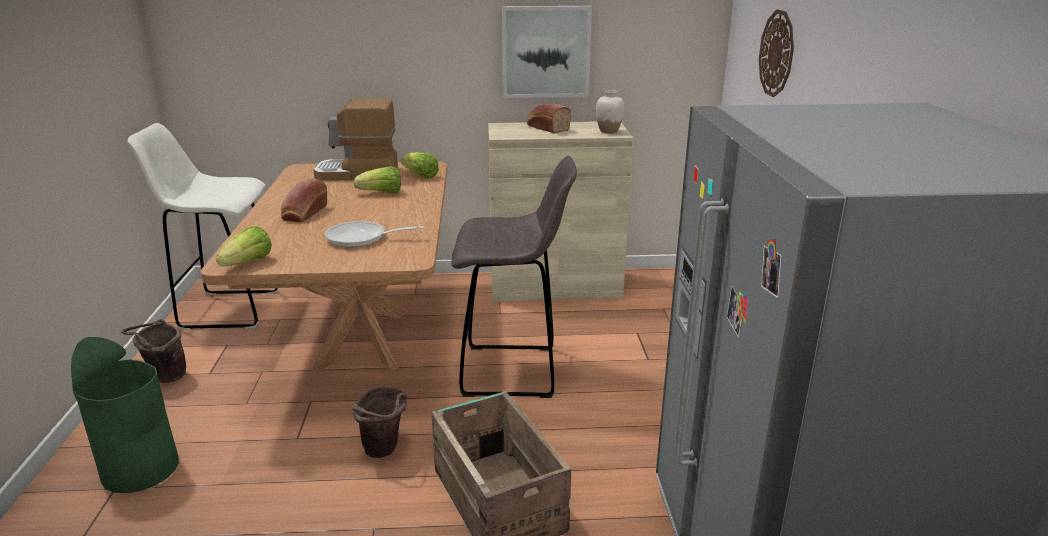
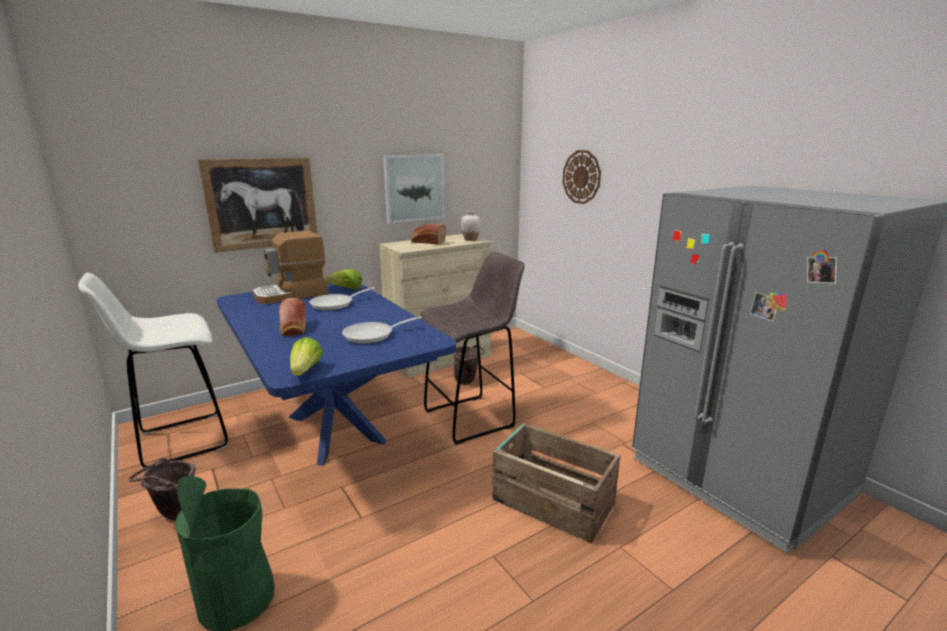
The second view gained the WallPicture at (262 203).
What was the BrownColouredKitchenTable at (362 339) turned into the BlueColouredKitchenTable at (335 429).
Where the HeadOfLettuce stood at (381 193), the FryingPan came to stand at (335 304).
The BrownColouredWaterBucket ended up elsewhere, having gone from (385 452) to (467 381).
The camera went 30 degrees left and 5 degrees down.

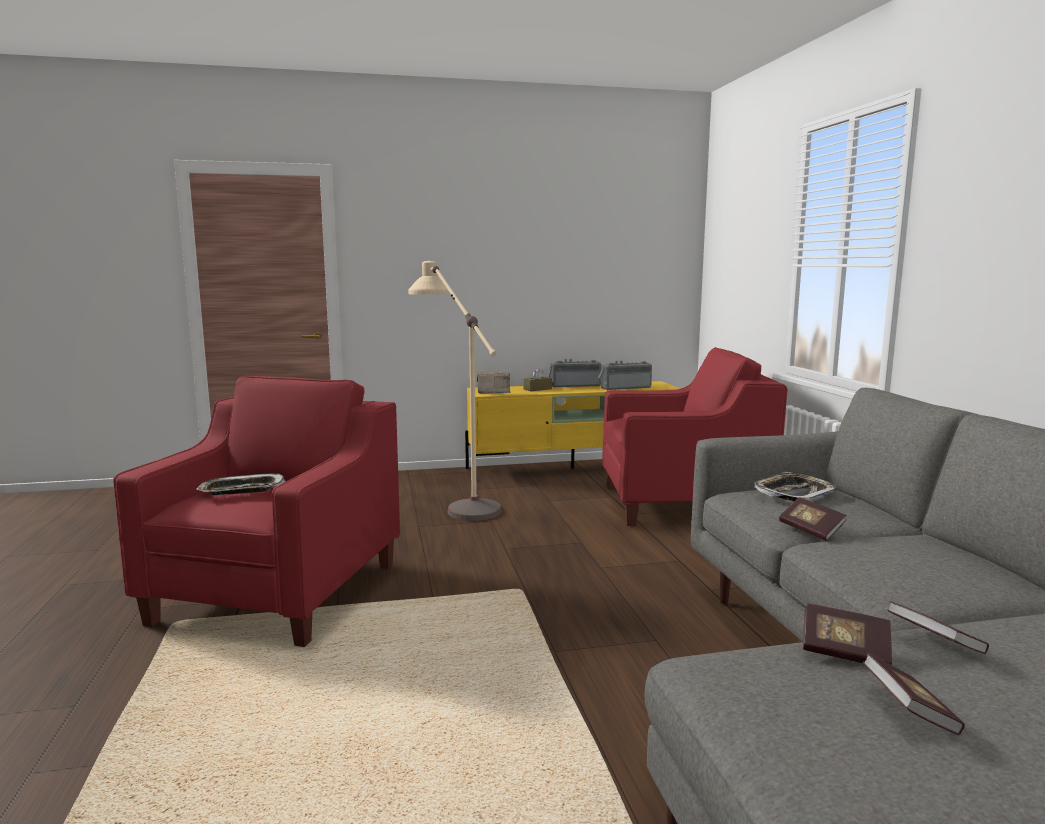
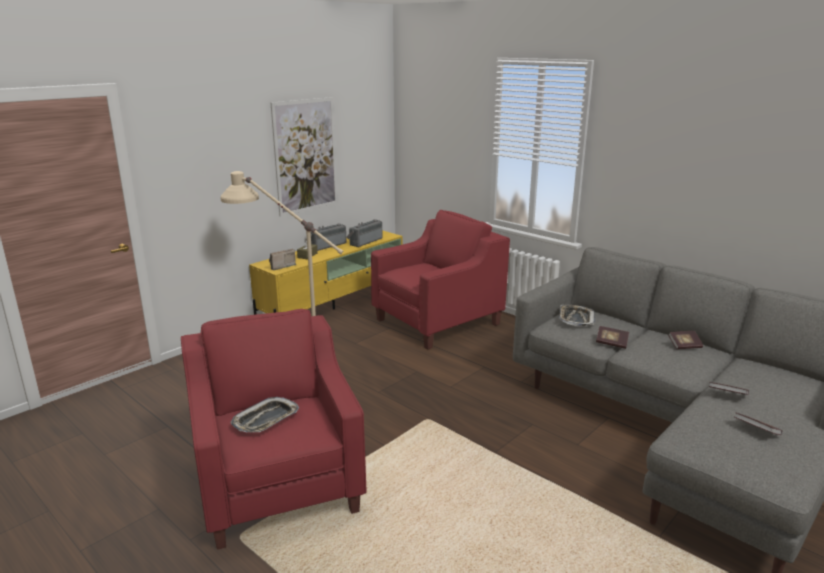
The second view gained the WallPicture at (305 156).
The Volume ended up elsewhere, having gone from (844 652) to (684 346).
The camera went 35 degrees left and 10 degrees up.

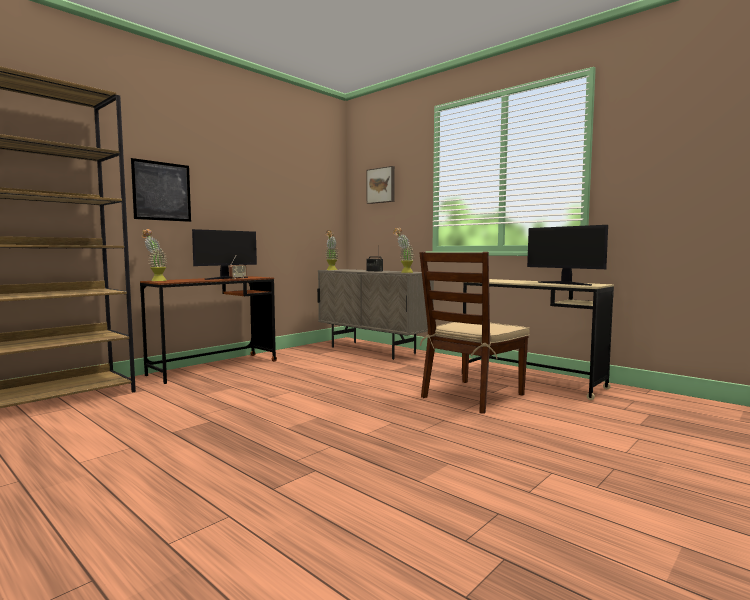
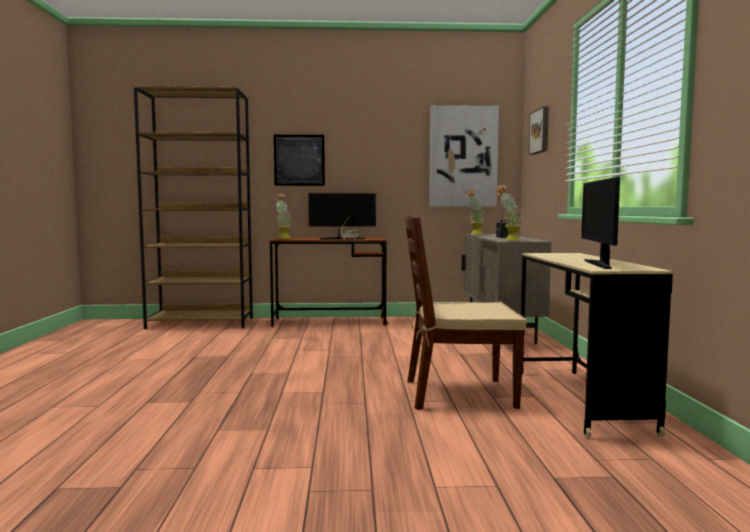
The second view gained the WallPicture at (463 156).
The camera went 45 degrees right and 0 degrees up.

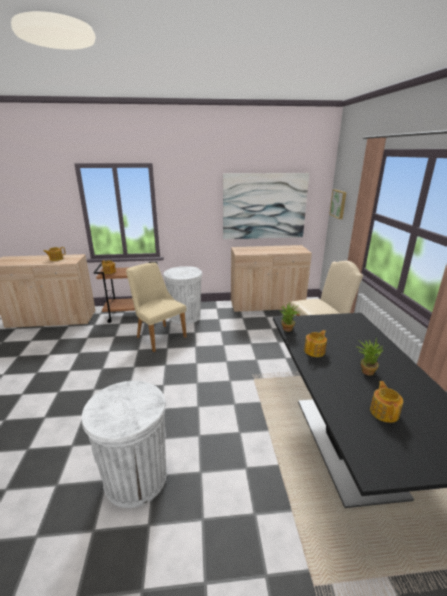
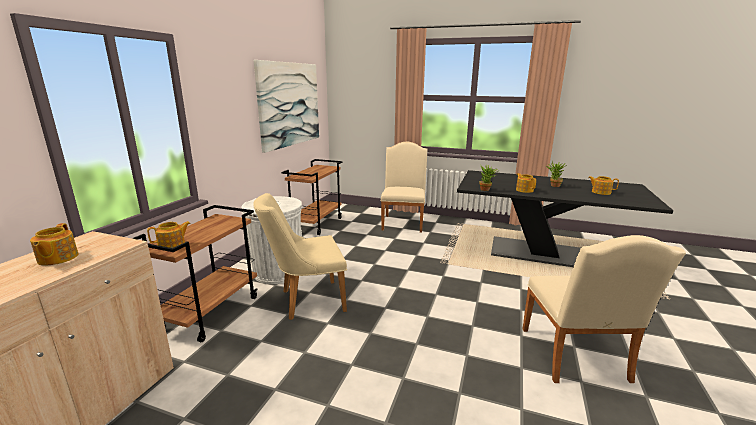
Where the BeigeColouredCupboard stood at (267 305), the BrownColouredCart came to stand at (316 224).
Where the WhiteColouredTrashCan stood at (135 477), the BeigeColouredChair came to stand at (576 358).
The second view lost the WallPicture at (338 204).
The camera went 65 degrees left and 5 degrees down.

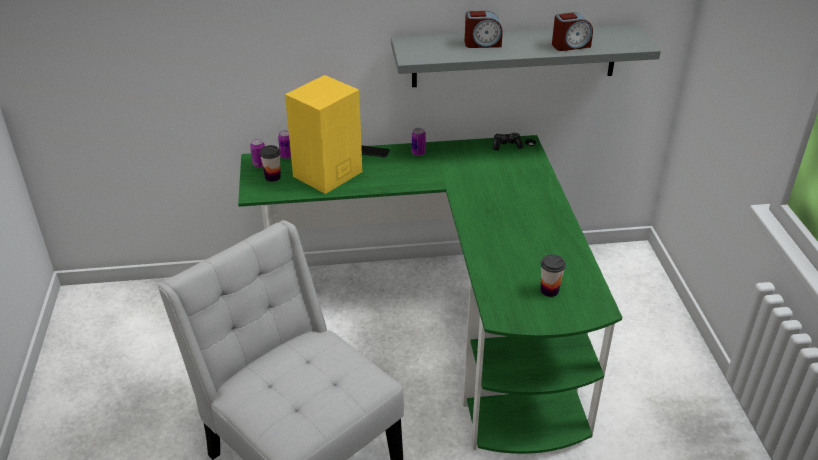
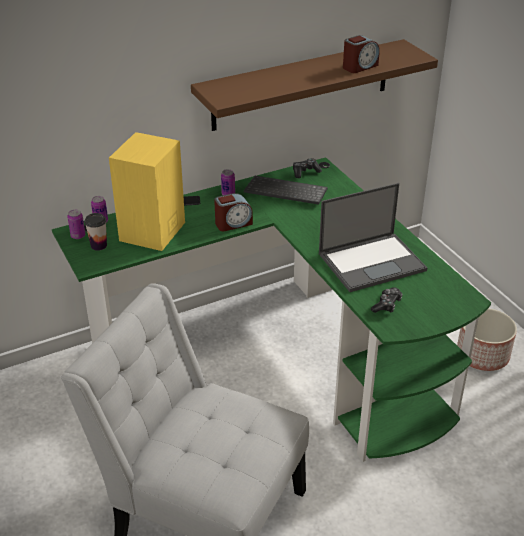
What was the GrayShelf at (514 56) turned into the BrownColouredShelf at (302 85).
The AlarmClock ended up elsewhere, having gone from (482 43) to (233 223).
The second view gained the PcKeyboard at (284 193).
The second view gained the Laptop at (372 261).
The second view gained the Joypad at (387 305).
The second view gained the Planter at (483 355).
The second view lost the Cup at (549 290).
The camera went 20 degrees left and 0 degrees up.

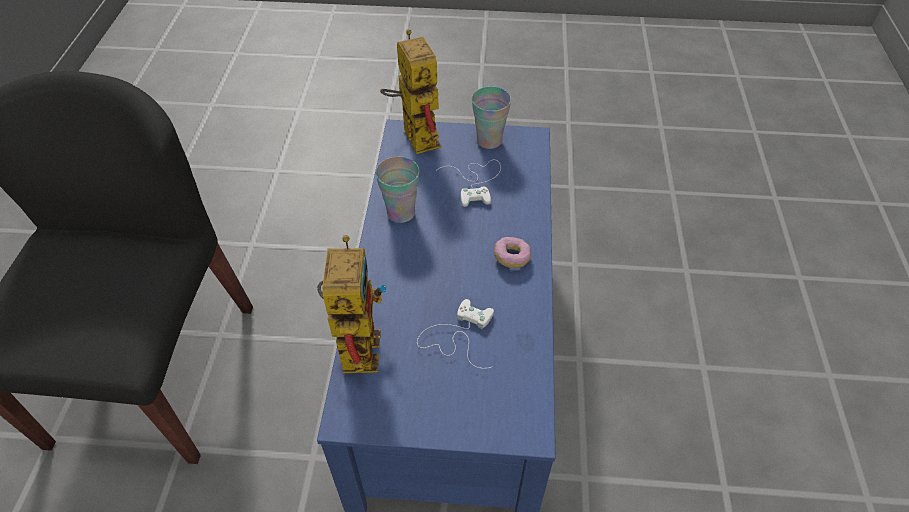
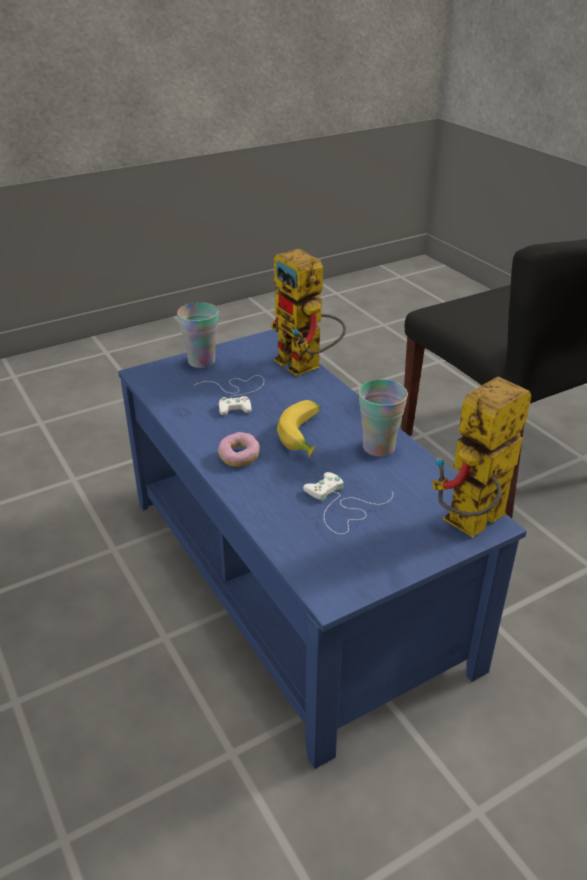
The Cup ended up elsewhere, having gone from (489 140) to (201 361).
The second view gained the WholeBanana at (306 437).
The ModelRobot at (414 134) ended up facing another way, 105 degrees clockwise from before.
The camera went 145 degrees right and 15 degrees down.

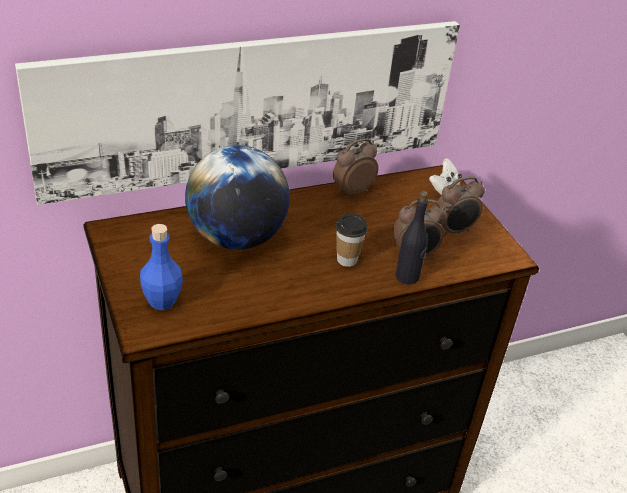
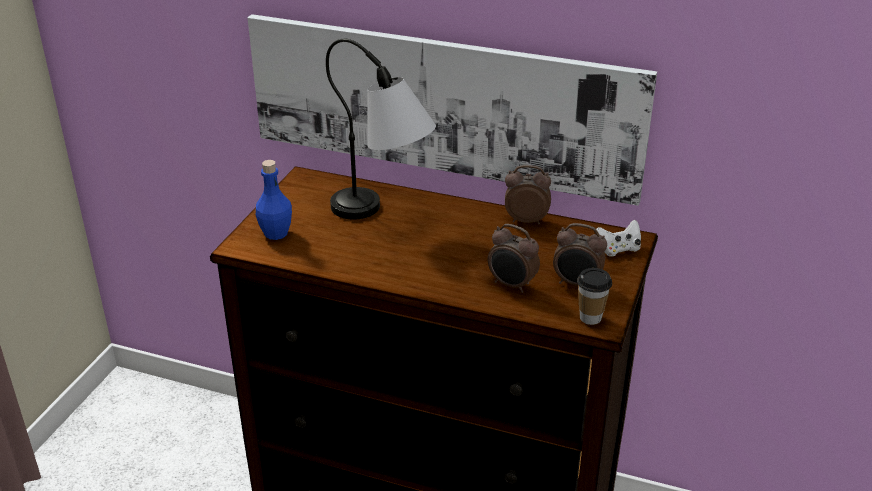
Where the DeskGlobe stood at (236 238), the TableLamp came to stand at (383 216).
The Cup ended up elsewhere, having gone from (347 260) to (590 318).
The second view lost the BlackColouredBeverageBottle at (407 277).
The camera went 45 degrees right and 5 degrees down.

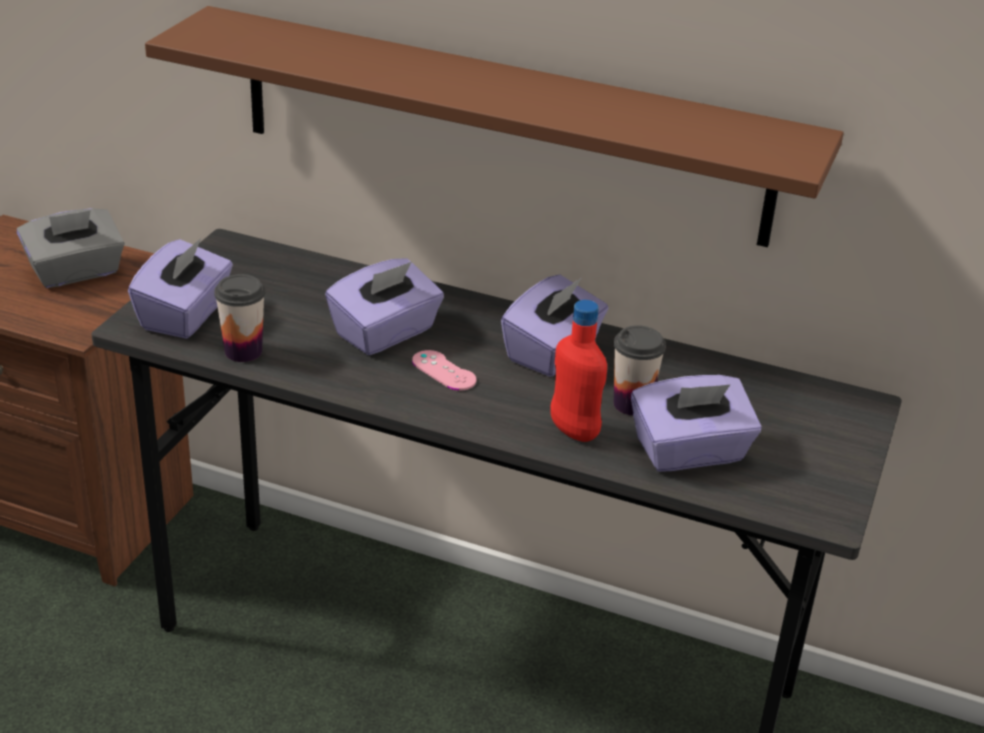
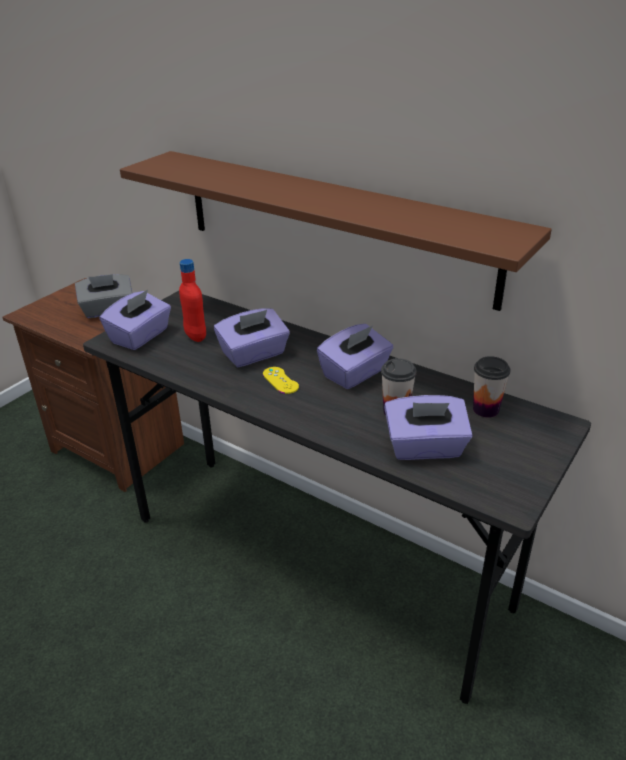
The RedColouredBeverageBottle ended up elsewhere, having gone from (574 431) to (195 336).
What was the PinkJoypad at (444 371) turned into the YellowishJoypad at (280 380).
The Cup ended up elsewhere, having gone from (243 351) to (485 409).
The camera went 15 degrees right and 0 degrees up.

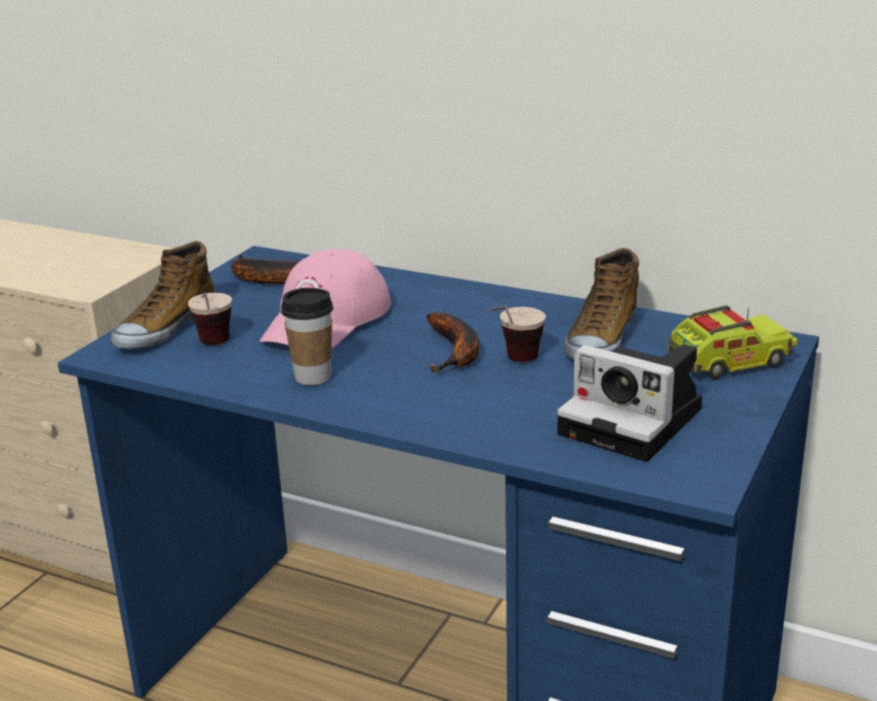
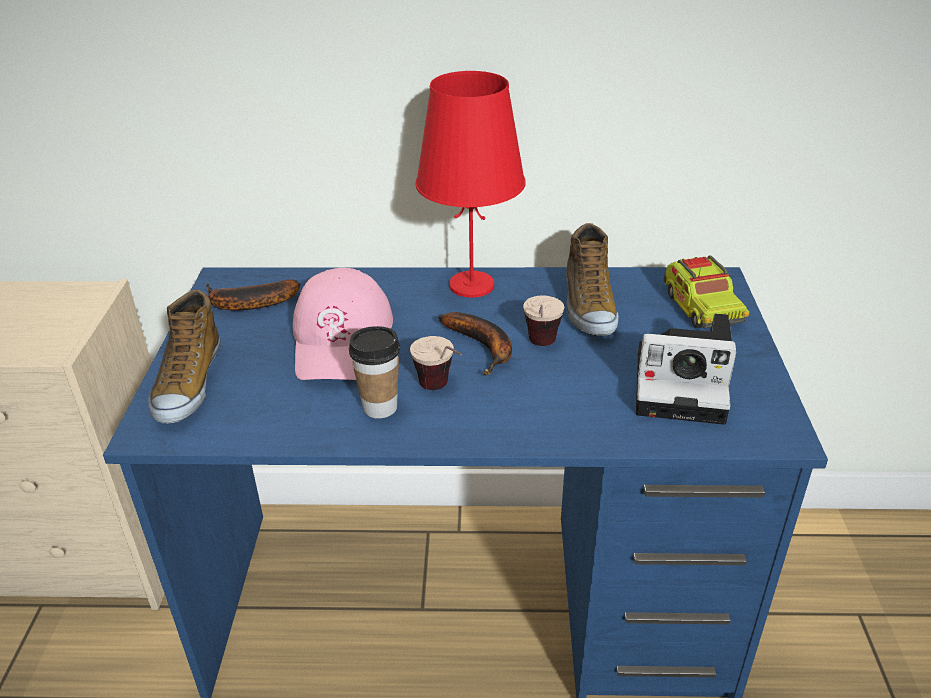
The Cup ended up elsewhere, having gone from (213 347) to (442 391).
The second view gained the RedColouredTableLamp at (471 285).
The ToyTruck at (729 362) ended up facing another way, 120 degrees clockwise from before.
The camera went 25 degrees left and 10 degrees up.

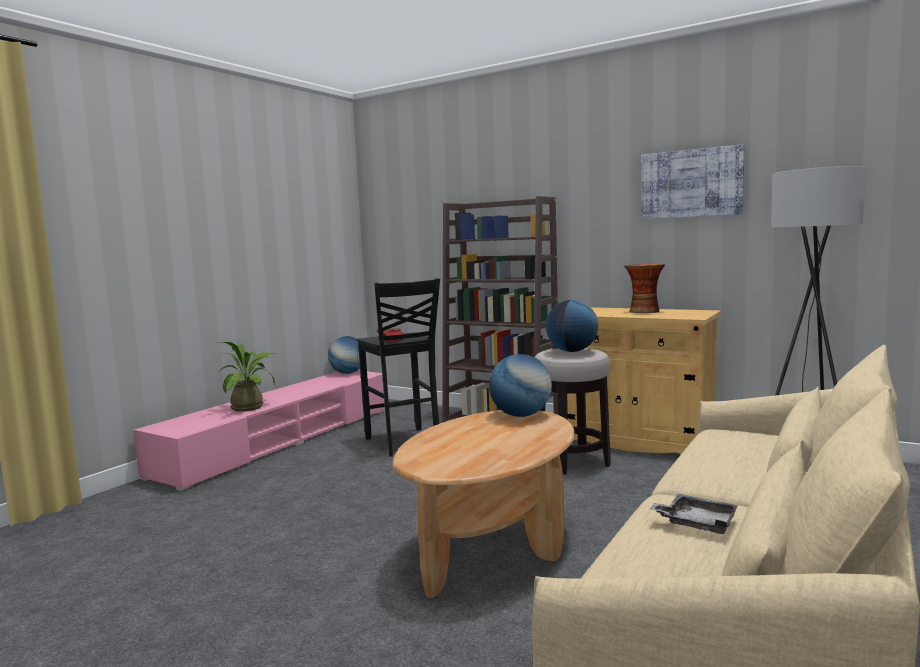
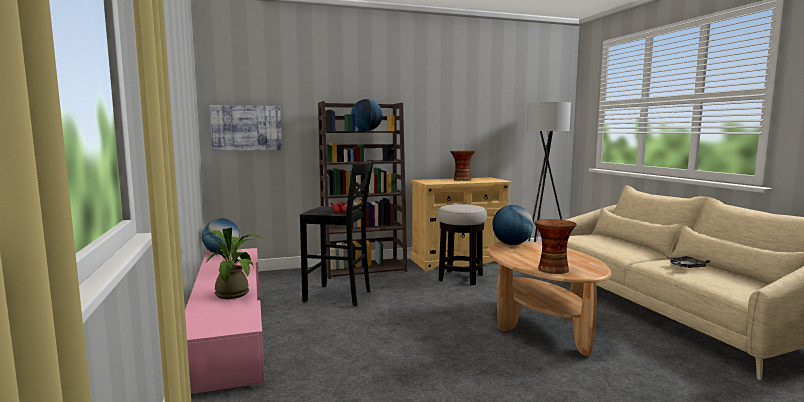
The WallPicture ended up elsewhere, having gone from (691 183) to (246 128).
The DeskGlobe ended up elsewhere, having gone from (572 351) to (366 130).
The second view gained the DecorativeVase at (552 269).
The camera went 50 degrees left and 0 degrees up.

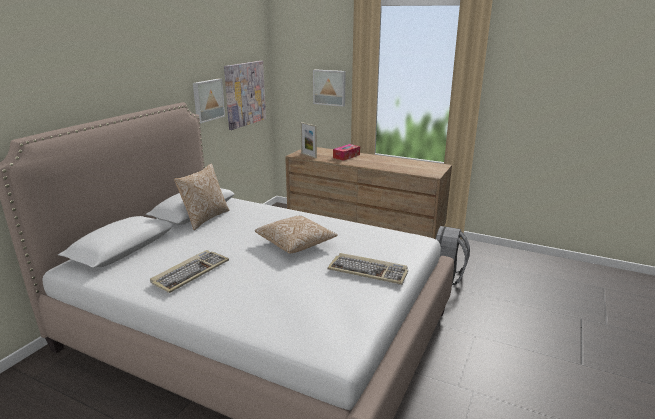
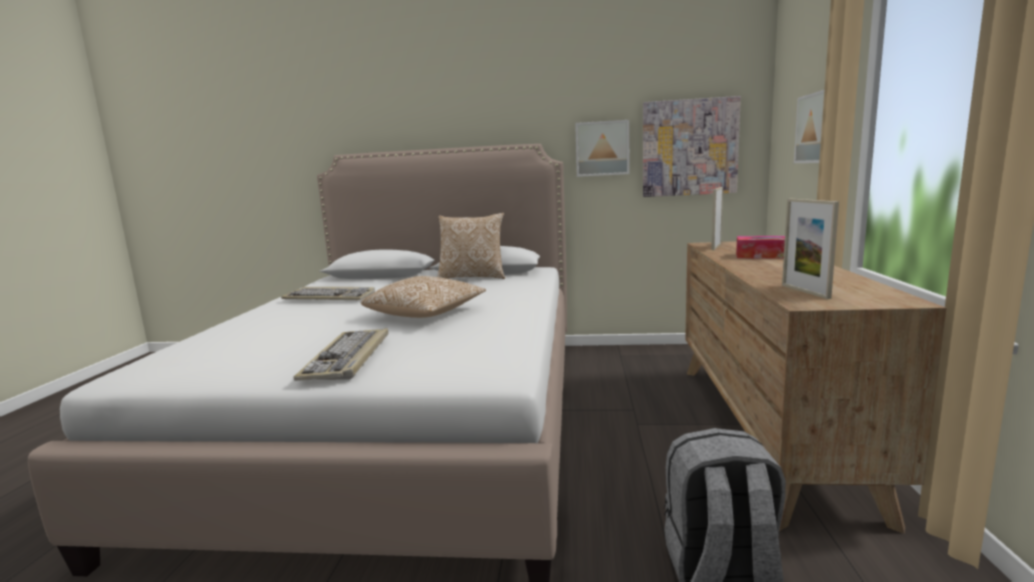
The second view gained the PhotoFrame at (805 291).
The camera went 70 degrees right and 10 degrees down.

